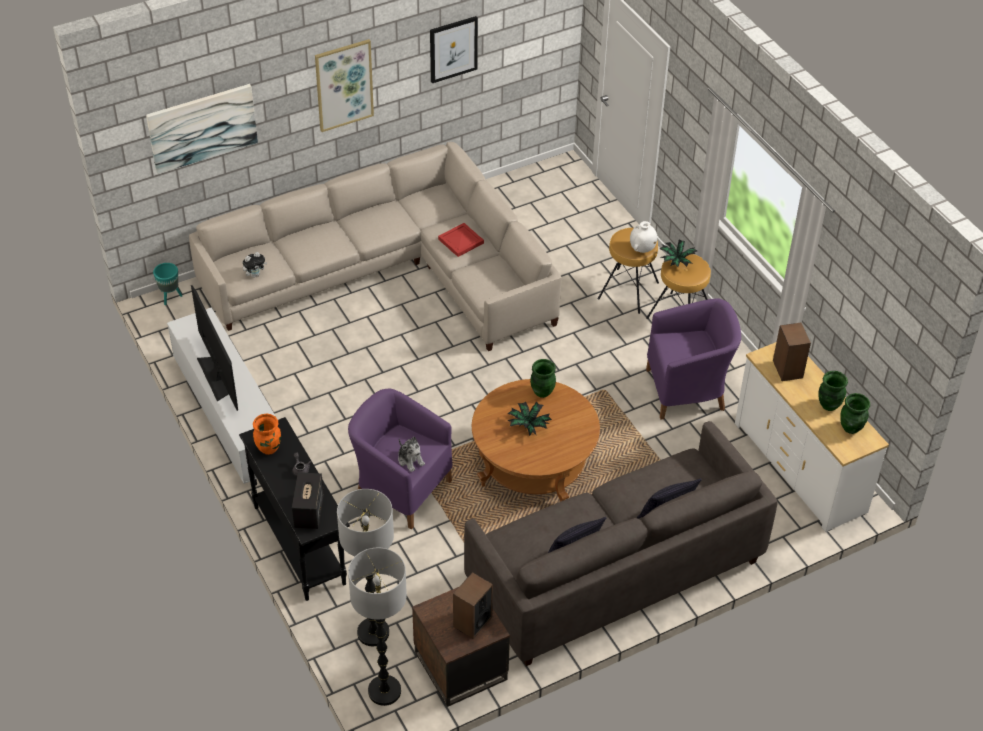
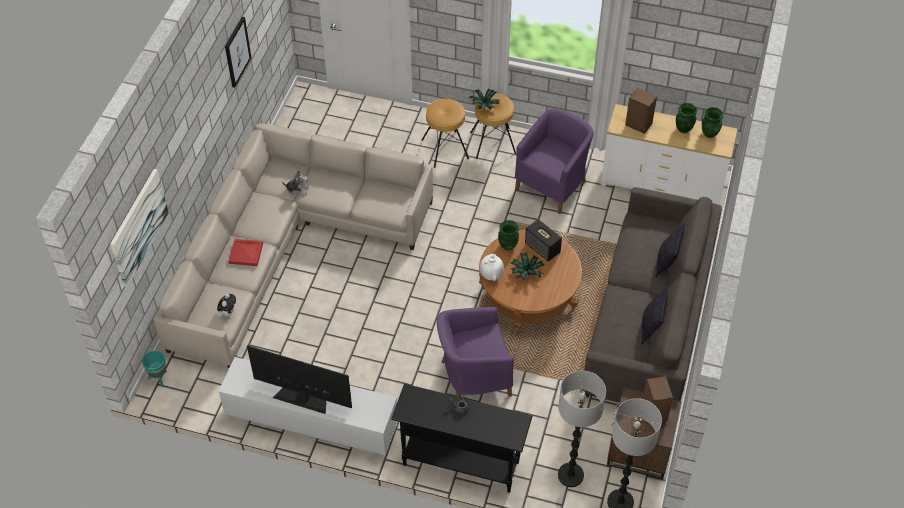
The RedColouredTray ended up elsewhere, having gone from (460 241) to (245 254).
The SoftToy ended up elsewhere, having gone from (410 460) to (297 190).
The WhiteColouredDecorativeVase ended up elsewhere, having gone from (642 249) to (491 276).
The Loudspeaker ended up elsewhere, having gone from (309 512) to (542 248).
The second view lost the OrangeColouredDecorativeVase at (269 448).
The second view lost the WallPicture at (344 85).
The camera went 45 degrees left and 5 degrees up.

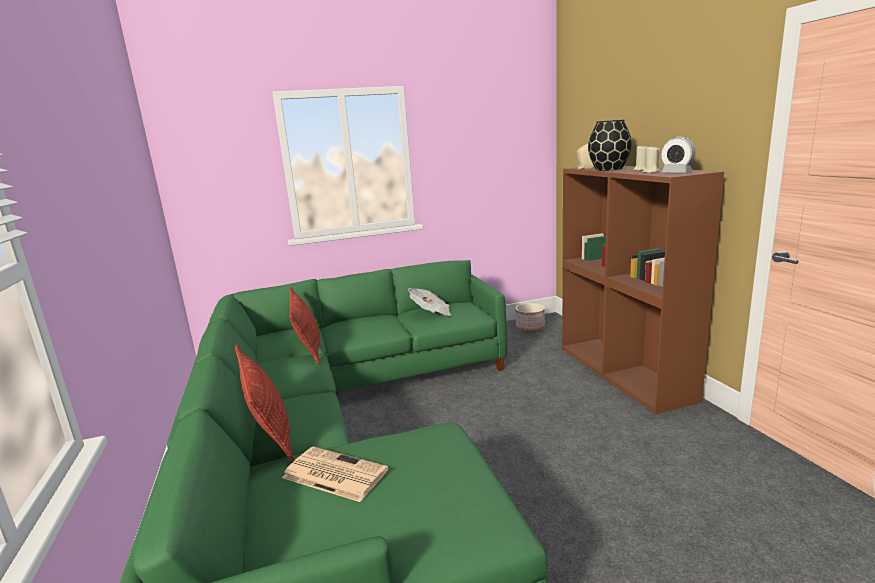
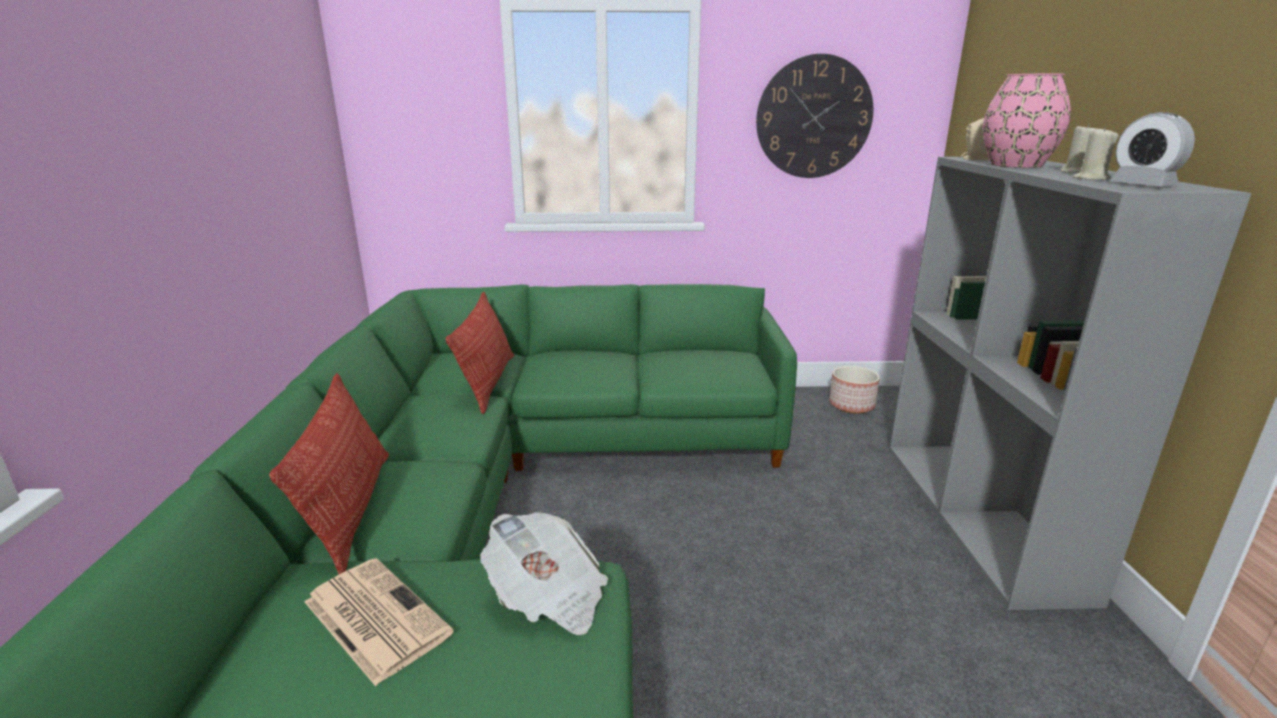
The Newspaper ended up elsewhere, having gone from (431 313) to (548 597).
The second view gained the WallClock at (814 117).
What was the BrownColouredBookshelf at (625 372) turned into the GrayBookshelf at (980 516).
What was the BlackColouredDecorativeVase at (609 169) turned into the PinkDecorativeVase at (1016 165).
The camera went 15 degrees right and 5 degrees up.

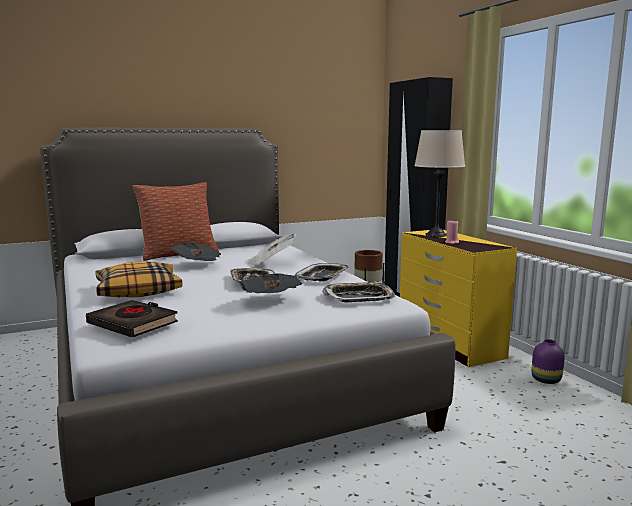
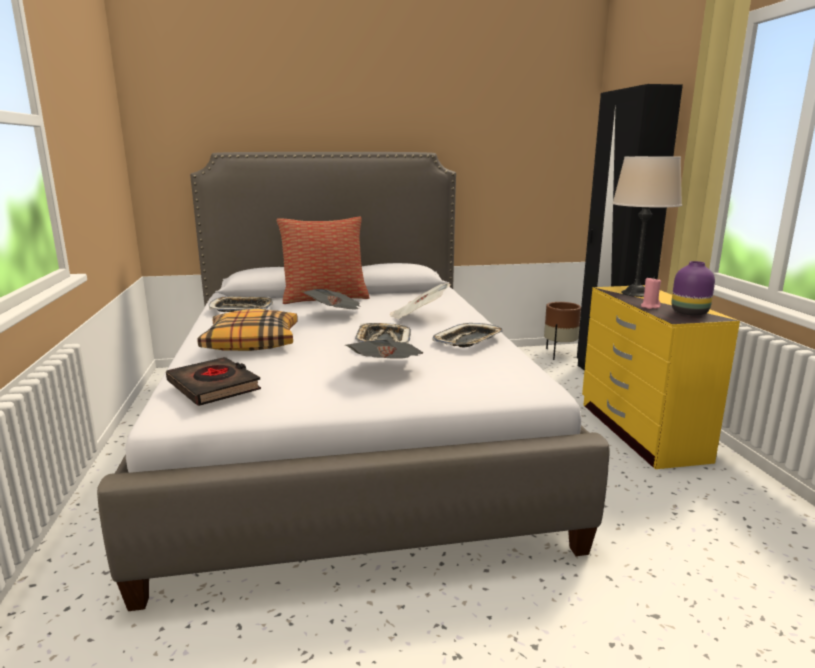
The Tray ended up elsewhere, having gone from (359 297) to (241 309).
The PurpleColouredDecorativeVase ended up elsewhere, having gone from (546 379) to (689 312).
The camera went 15 degrees right and 5 degrees up.

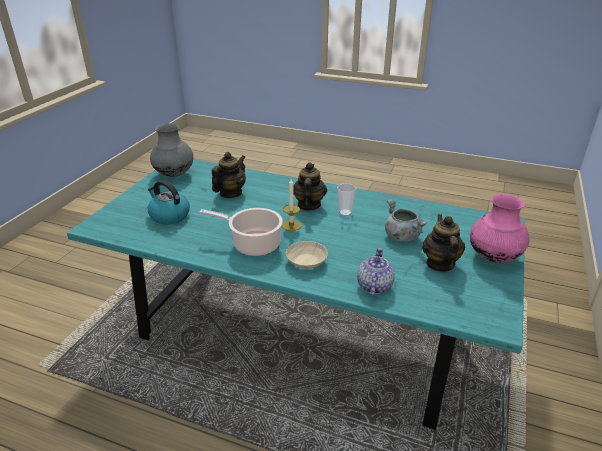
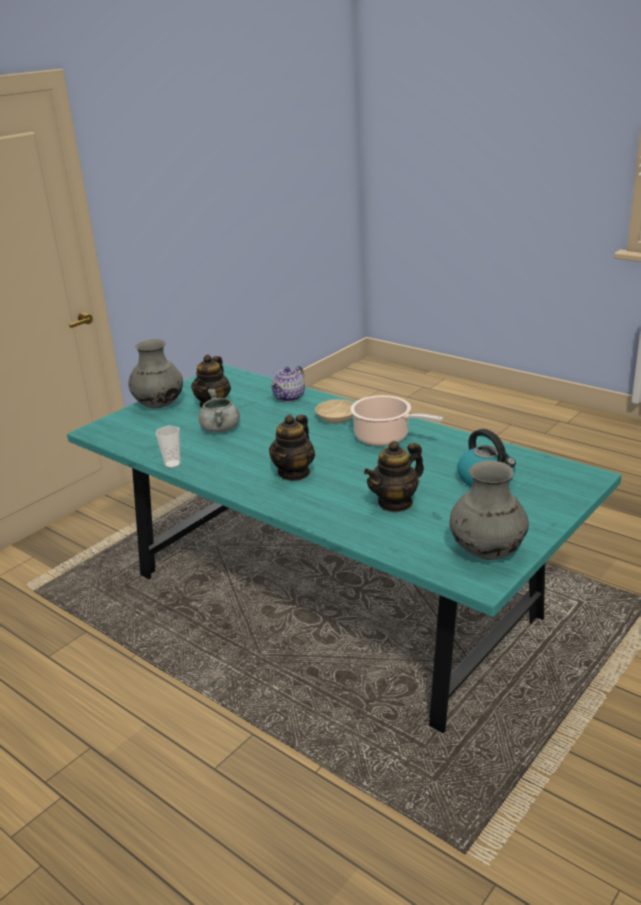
What was the PinkDecorativeVase at (494 257) turned into the GrayDecorativeVase at (159 405).
The Cup ended up elsewhere, having gone from (345 213) to (172 464).
The second view lost the WaxLight at (291 225).
The camera went 160 degrees left and 5 degrees down.

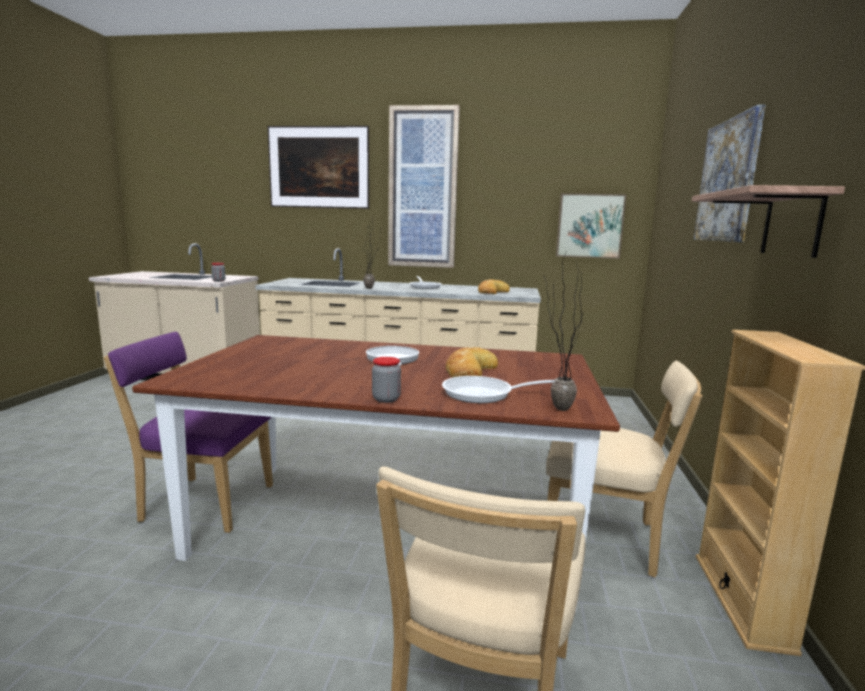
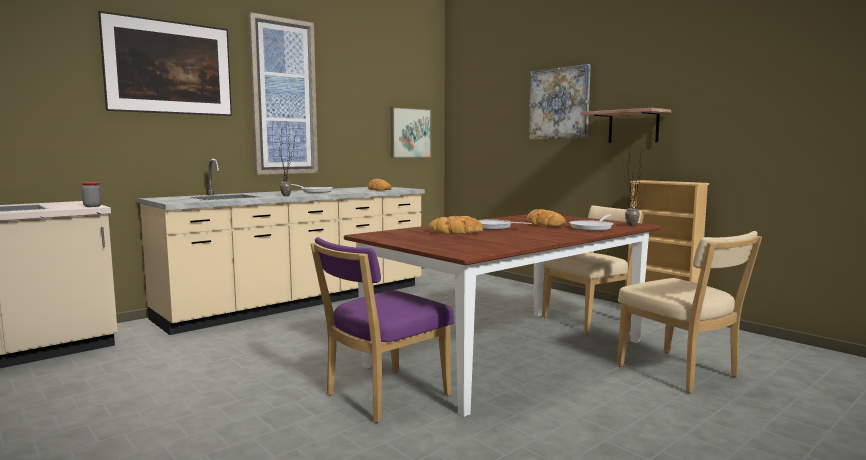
The second view gained the Bread at (456 232).
The second view lost the StorageJar at (386 399).
The camera went 50 degrees left and 5 degrees down.

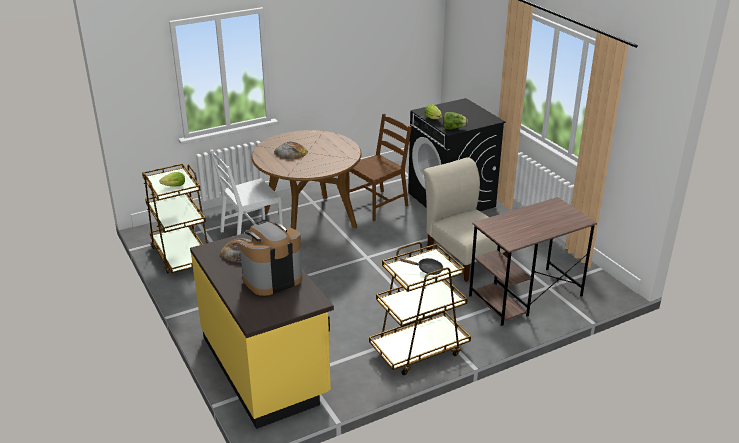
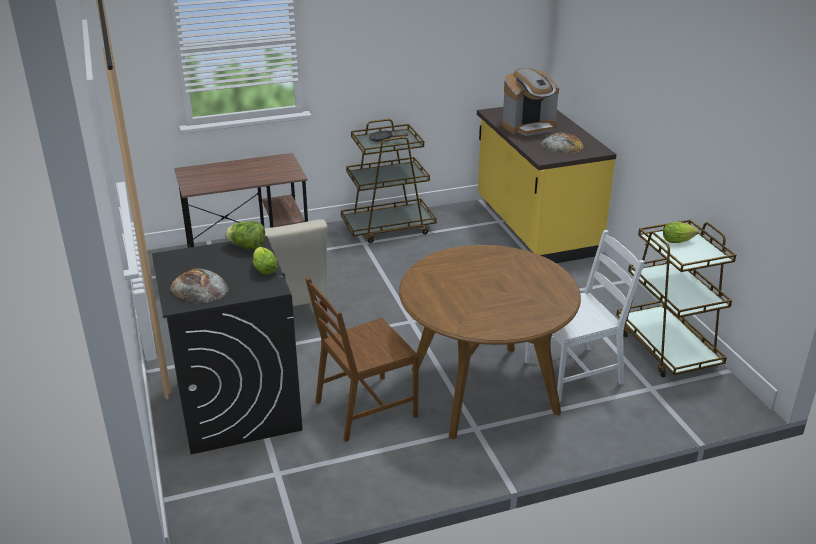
The Bread ended up elsewhere, having gone from (290 152) to (199 289).
The camera went 170 degrees left and 0 degrees up.

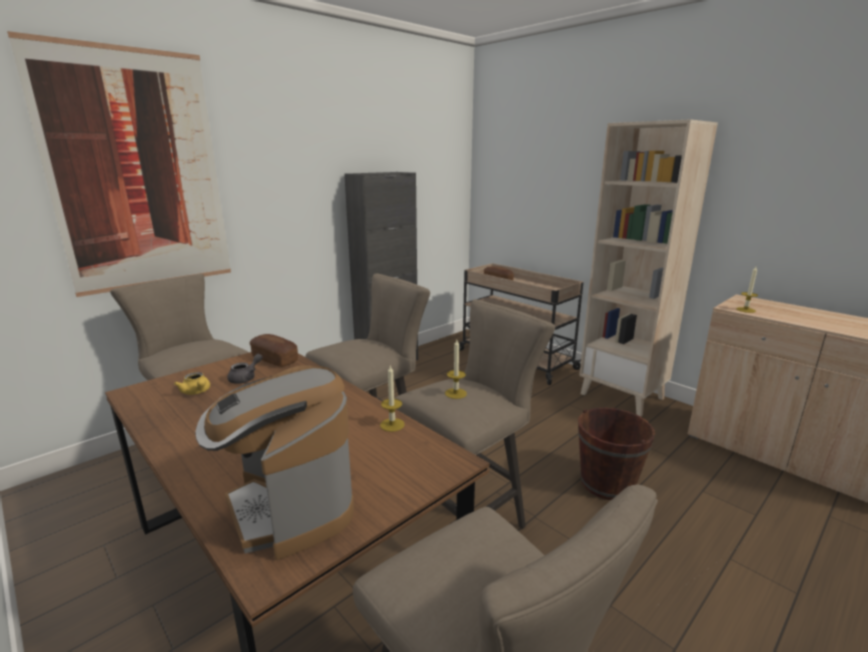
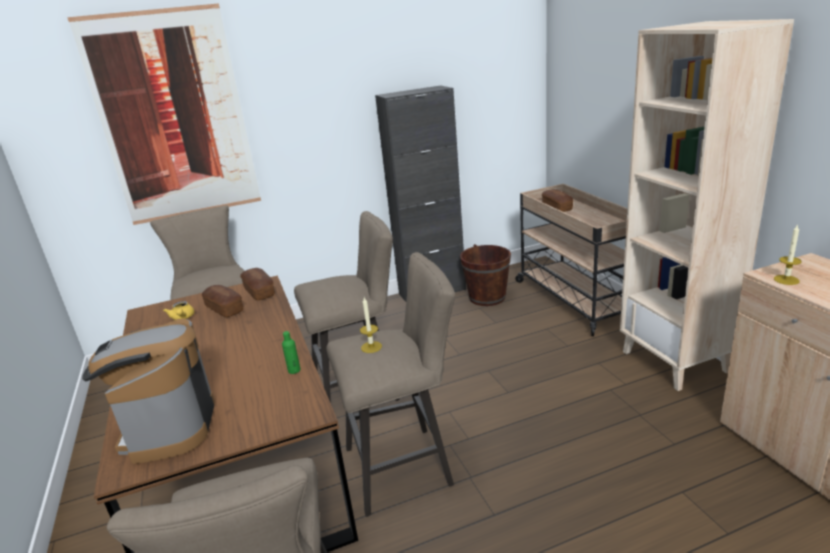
Where the GrayTeapot stood at (246 378), the Bread came to stand at (224 309).
Where the WaxLight stood at (392 425), the GreenColouredBeverageBottle came to stand at (294 370).
The BrownColouredWaterBucket ended up elsewhere, having gone from (607 483) to (487 297).
The camera went 25 degrees right and 5 degrees up.

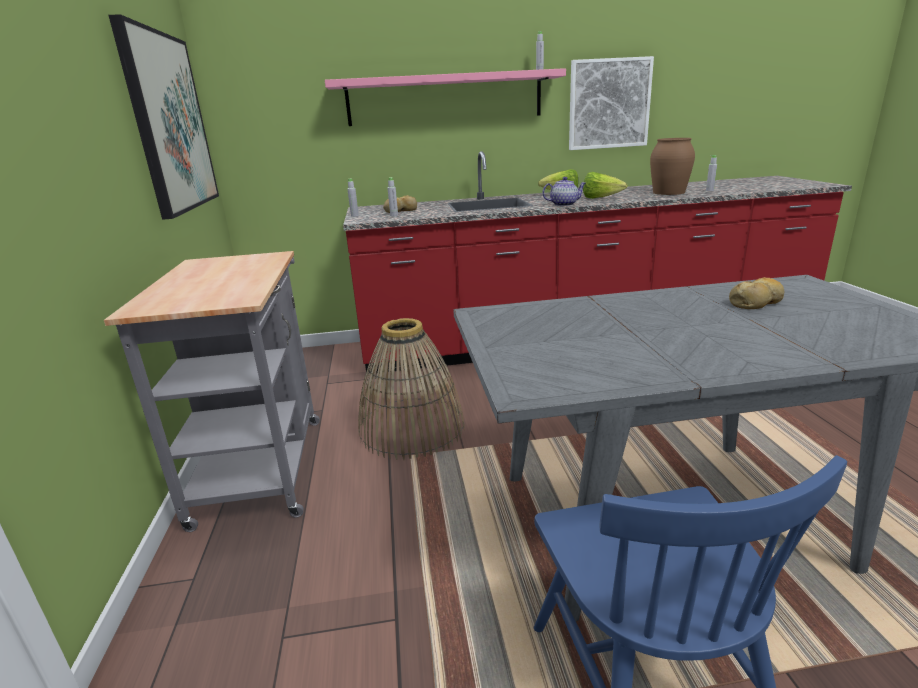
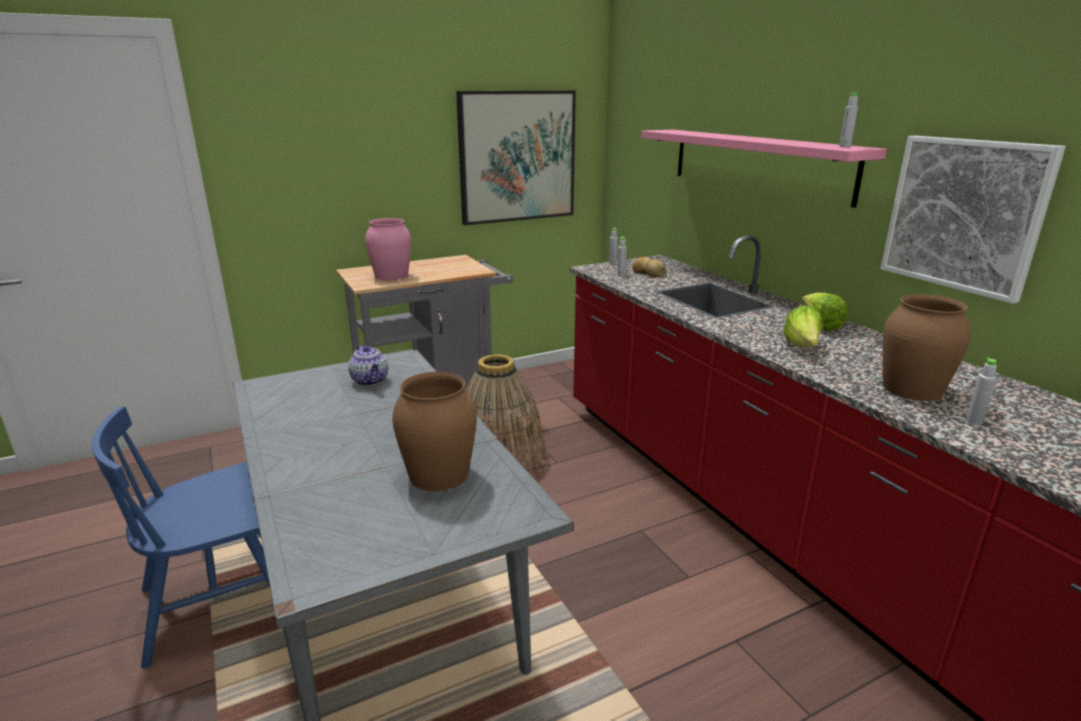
The Teapot ended up elsewhere, having gone from (564 204) to (370 381).
The second view gained the PinkDecorativeVase at (391 276).
Where the Bread stood at (756 302), the BrownColouredDecorativeVase came to stand at (439 474).
The camera went 70 degrees right and 0 degrees up.

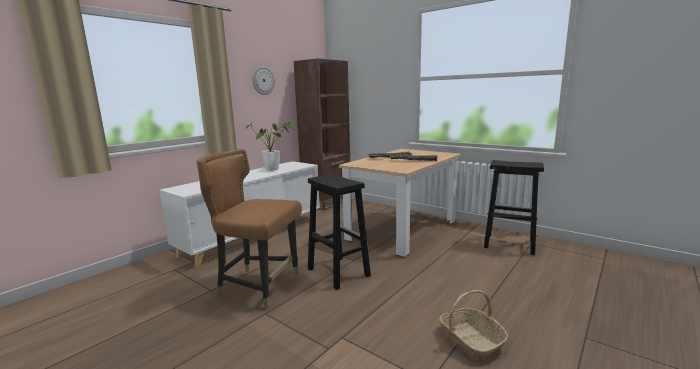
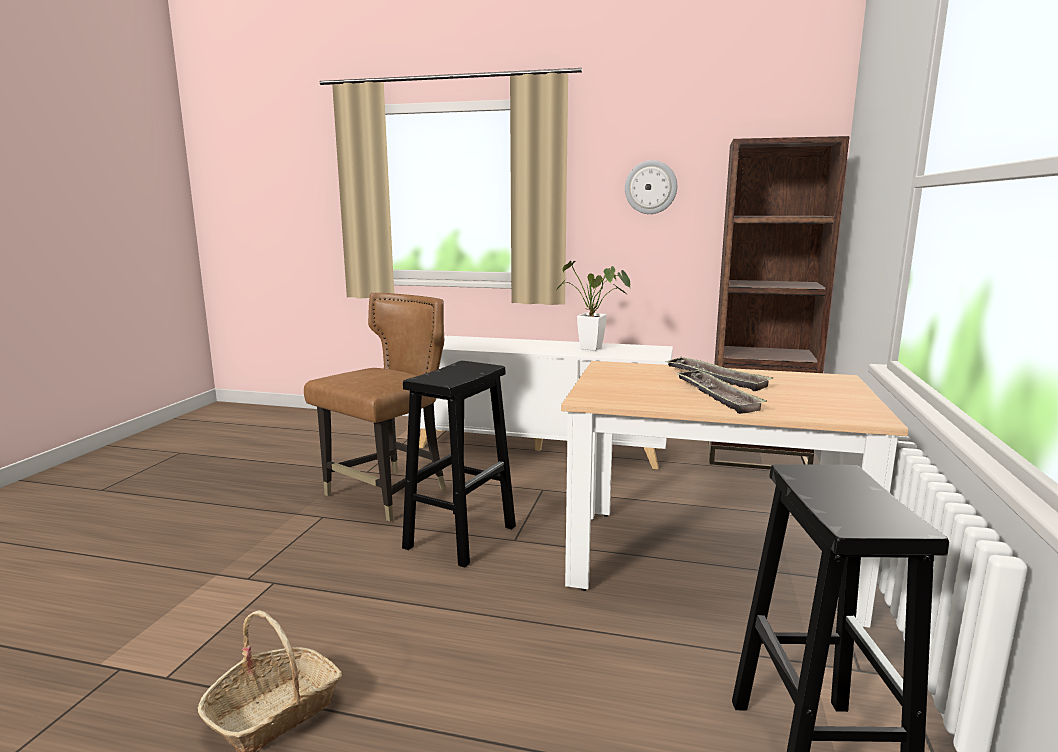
The BrownColouredChair at (258 286) ended up facing another way, 45 degrees clockwise from before.
The camera went 65 degrees right and 0 degrees up.

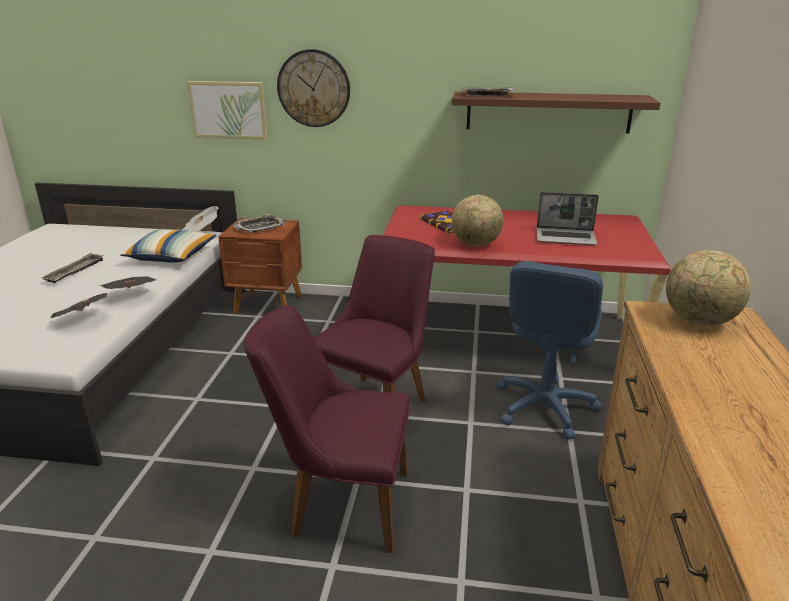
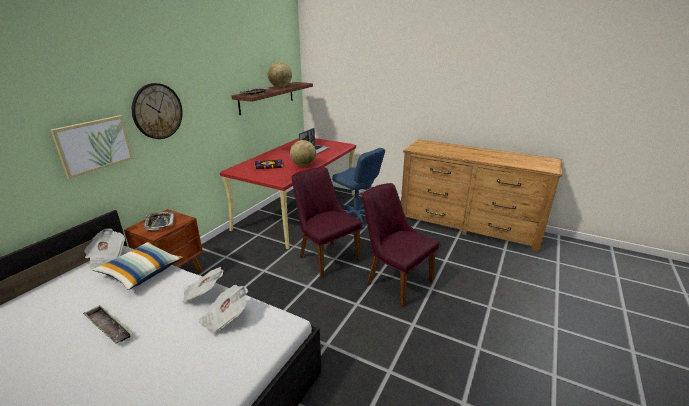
The DeskGlobe ended up elsewhere, having gone from (699 321) to (280 87).
The PurpleColouredChair at (339 502) ended up facing another way, 105 degrees clockwise from before.
The camera went 70 degrees left and 0 degrees up.

